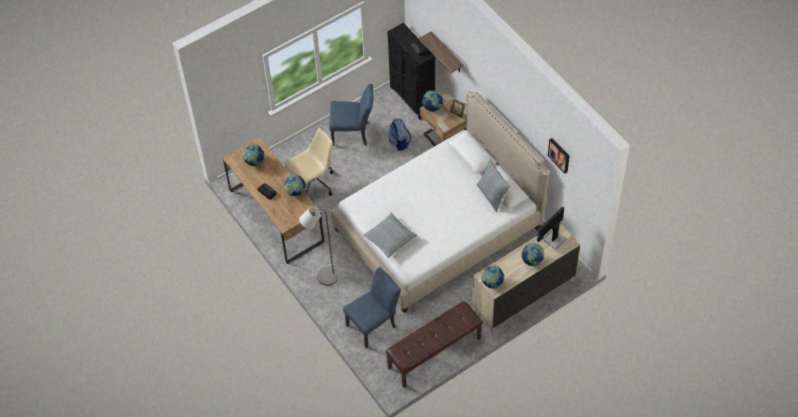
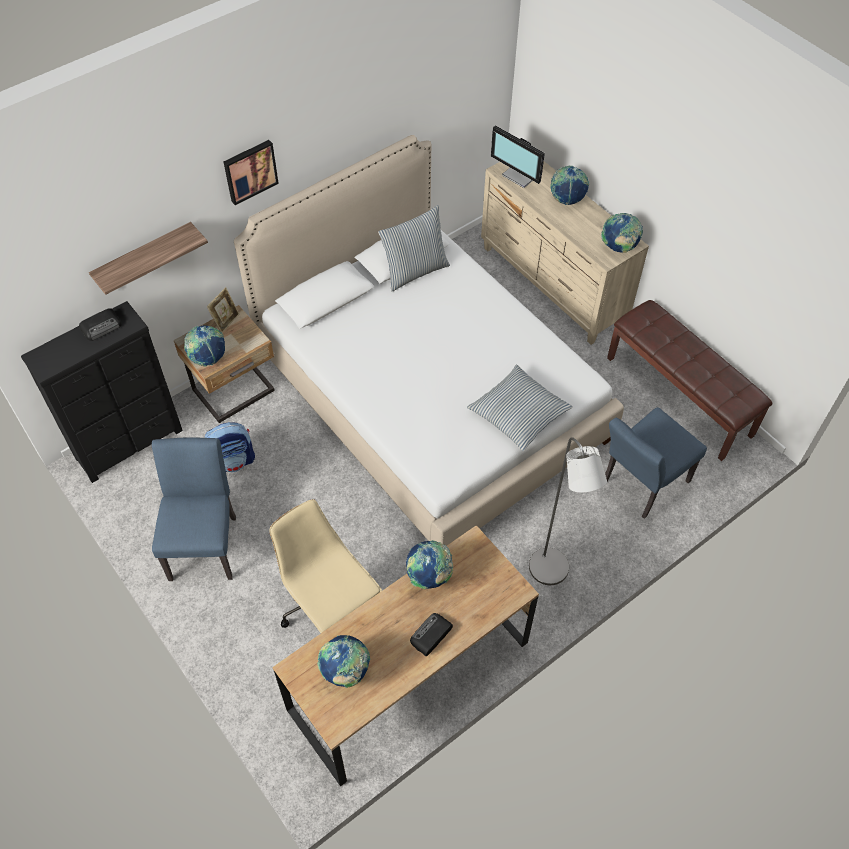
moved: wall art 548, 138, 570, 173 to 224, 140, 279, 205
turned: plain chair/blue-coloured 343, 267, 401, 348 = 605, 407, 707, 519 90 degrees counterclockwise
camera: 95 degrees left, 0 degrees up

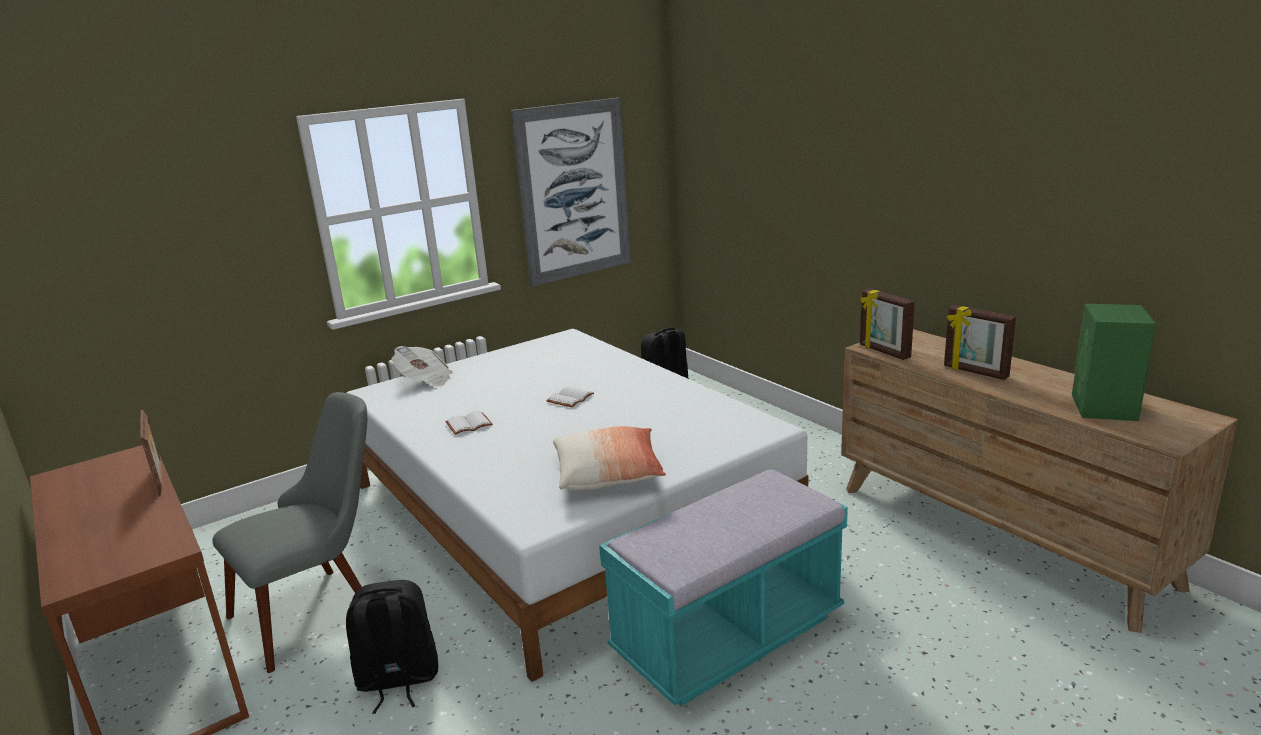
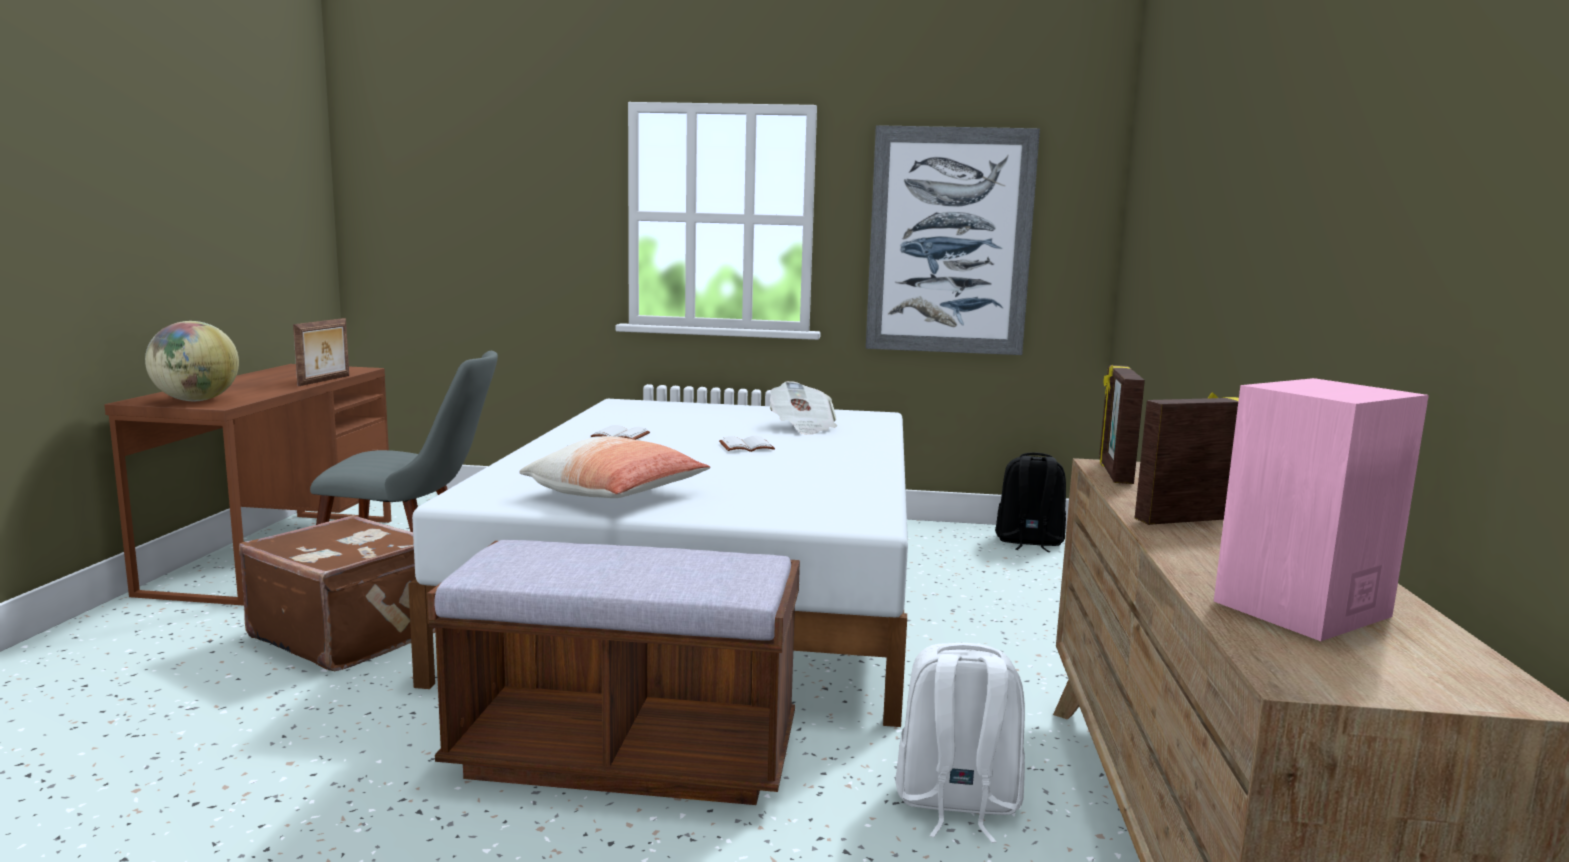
added: globe 145, 321, 239, 401; rucksack/whitish 895, 643, 1025, 843
moved: newspaper 391, 346, 453, 387 to 770, 381, 837, 435
replaced: rucksack/black-coloured 346, 580, 438, 714 to travel case/brown 239, 515, 435, 671
recoloured: speaker/greenish 1072, 304, 1156, 421 to speaker/pink 1214, 378, 1429, 641; bench/turquoise-coloured 599, 469, 848, 706 to bench/brown 427, 540, 800, 805
turned: photo frame 944, 305, 1016, 380 = 1135, 392, 1239, 525 75 degrees clockwise
camera: 40 degrees right, 10 degrees down

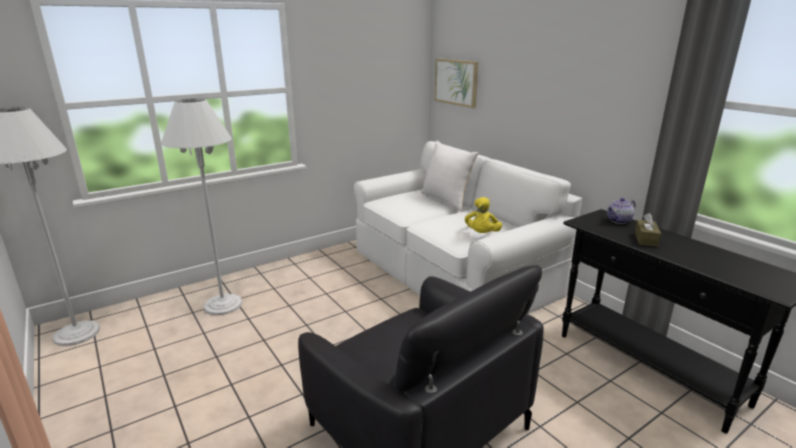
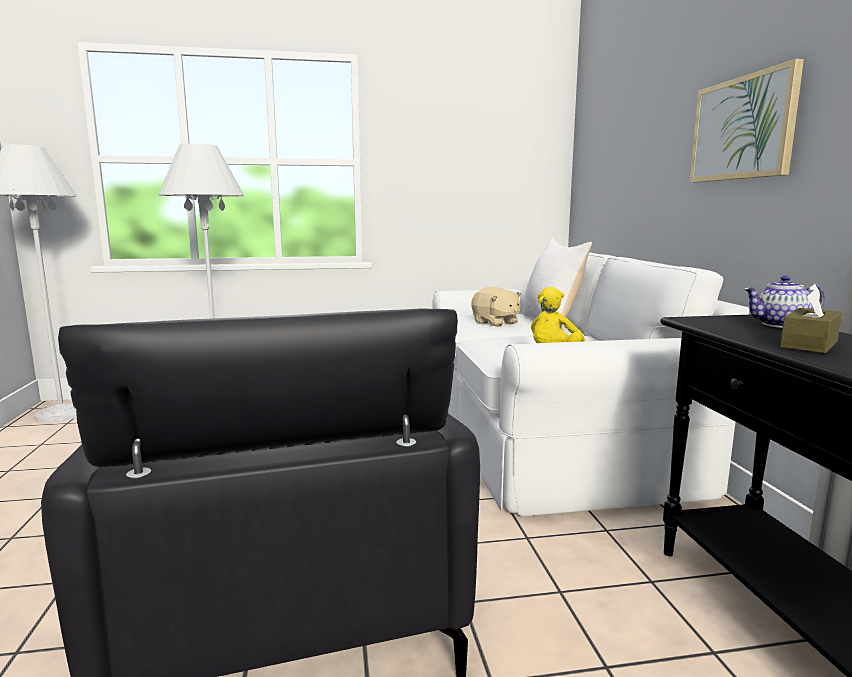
added: cuddly toy/sand-coloured 471, 287, 521, 327
moved: wall art 435, 58, 479, 108 to 690, 59, 804, 183
camera: 25 degrees right, 10 degrees down

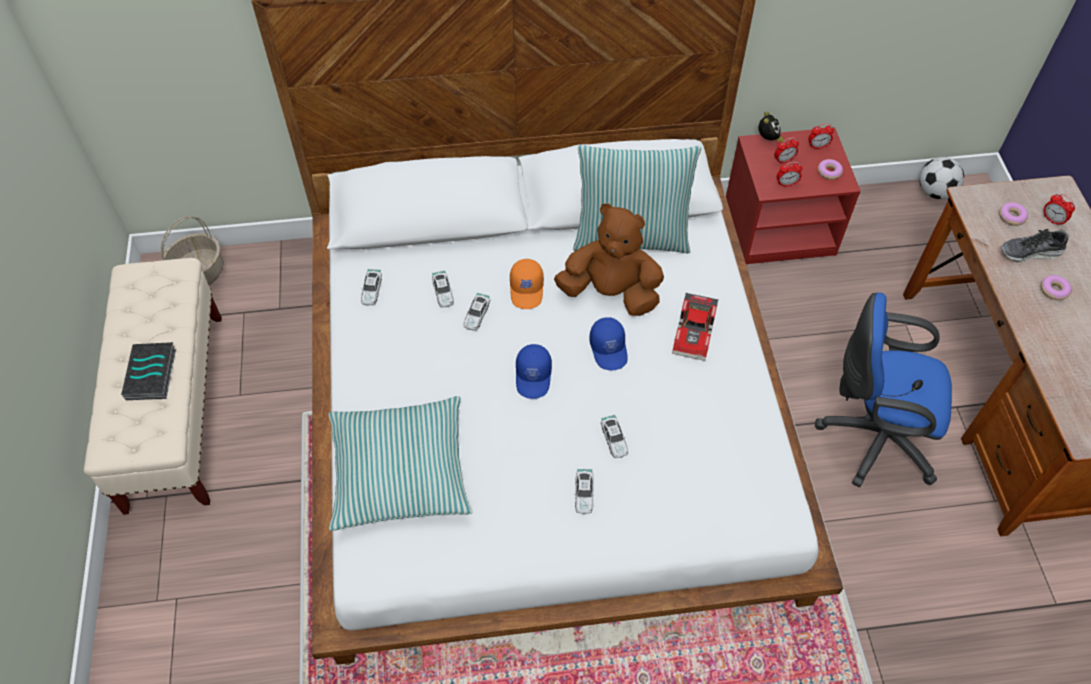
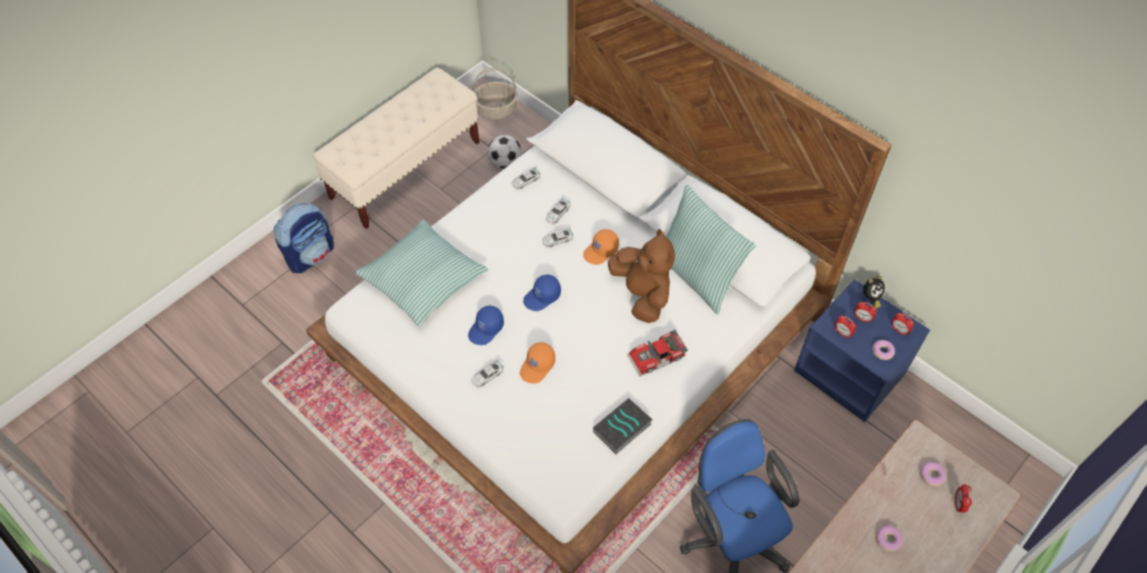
removed: low shoe 1001, 229, 1069, 262
added: rucksack 274, 204, 334, 273
moved: ball for football 919, 157, 964, 199 to 488, 135, 521, 169; peaked cap/blue-coloured 589, 317, 627, 370 to 468, 306, 504, 345; book 121, 342, 176, 400 to 593, 398, 653, 454
replaced: toy car 601, 415, 628, 458 to peaked cap/orange-coloured 520, 342, 555, 384
recoloured: nightstand/reddish 726, 128, 861, 265 to nightstand/blue-coloured 794, 279, 930, 422
camera: 50 degrees right, 0 degrees up

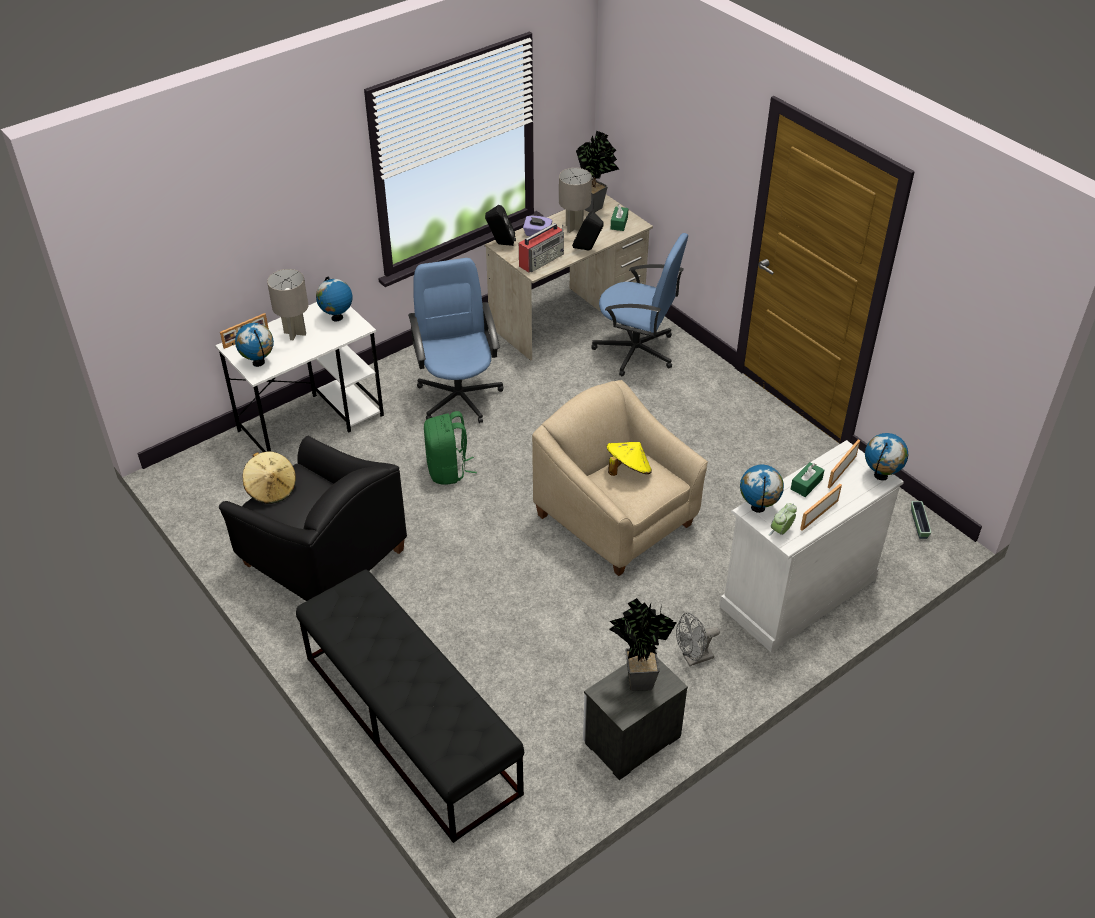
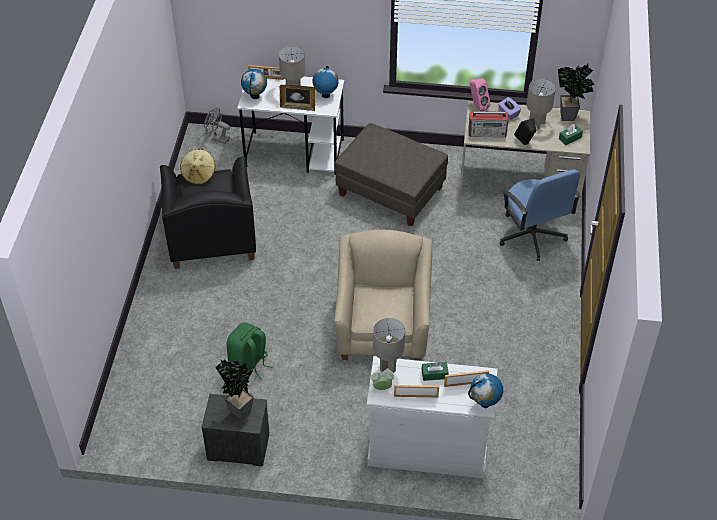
removed: hat/yellowish 606, 442, 652, 476; flower pot 911, 501, 931, 539; bench/black-coloured 296, 569, 524, 843
added: photo frame 279, 85, 315, 111
moved: rucksack/greenish 424, 411, 477, 485 to 226, 322, 273, 380; cooling fan/grey 676, 613, 720, 666 to 204, 108, 230, 144
replaced: computer chair/blue-coloured 408, 258, 504, 423 to pouffe/grey 335, 123, 448, 227; globe 740, 465, 784, 513 to tabletop lamp/grey 373, 318, 405, 373
recoloured: speaker/black-coloured 485, 205, 516, 246 to speaker/pink 470, 78, 491, 111
camera: 45 degrees right, 5 degrees up

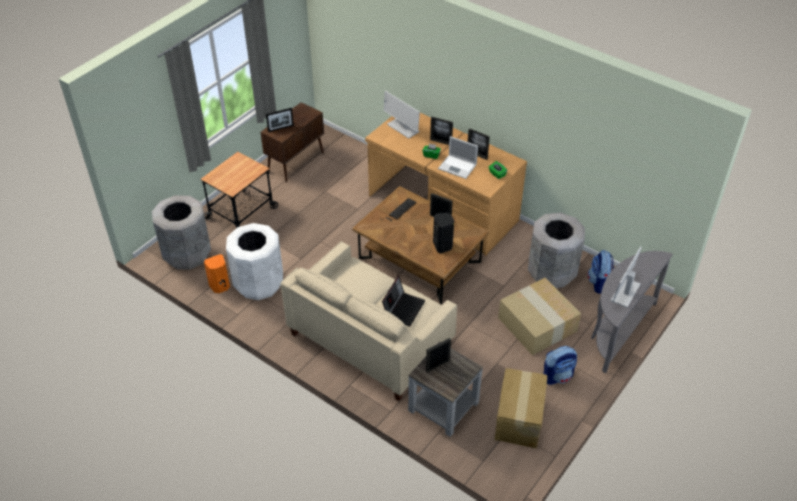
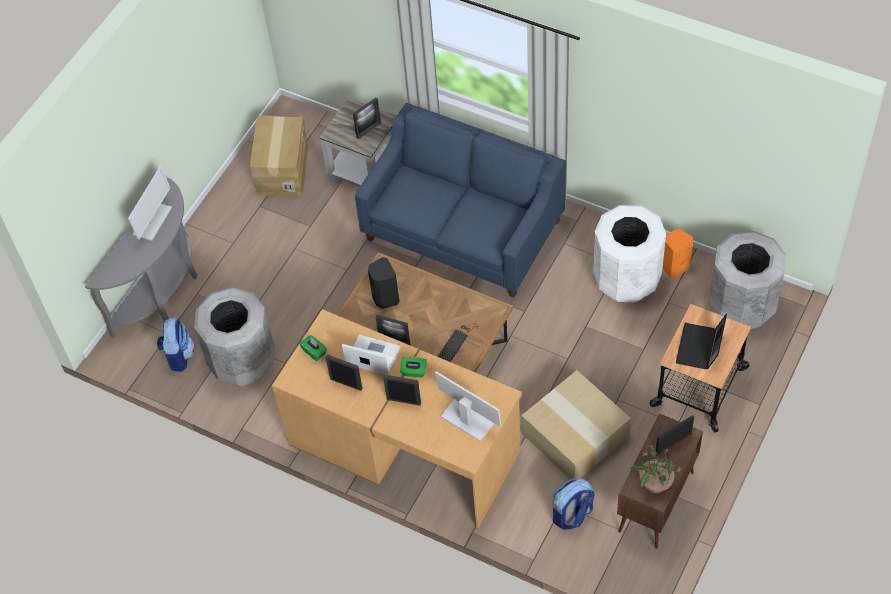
added: houseplant 630, 445, 683, 493
moved: notebook computer 382, 276, 425, 327 to 676, 314, 727, 369; cardboard box 498, 278, 581, 355 to 521, 370, 631, 480; rucksack 543, 346, 577, 385 to 553, 478, 594, 530
recoloured: settee/sand-coloured 280, 241, 457, 401 to settee/blue-coloured 355, 103, 566, 298
camera: 175 degrees right, 10 degrees up

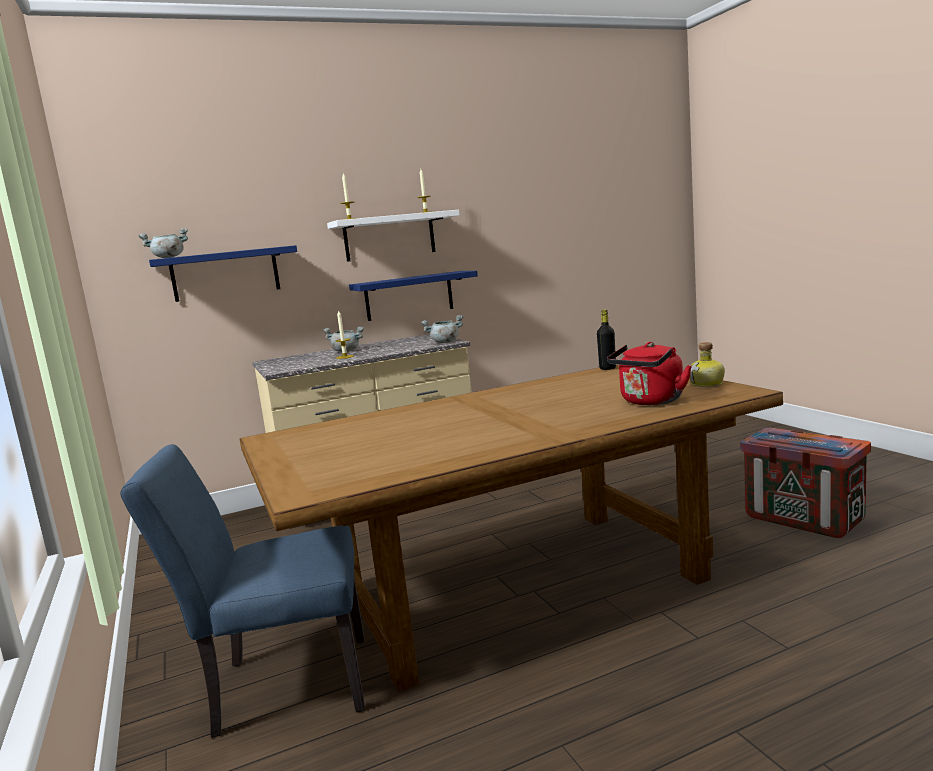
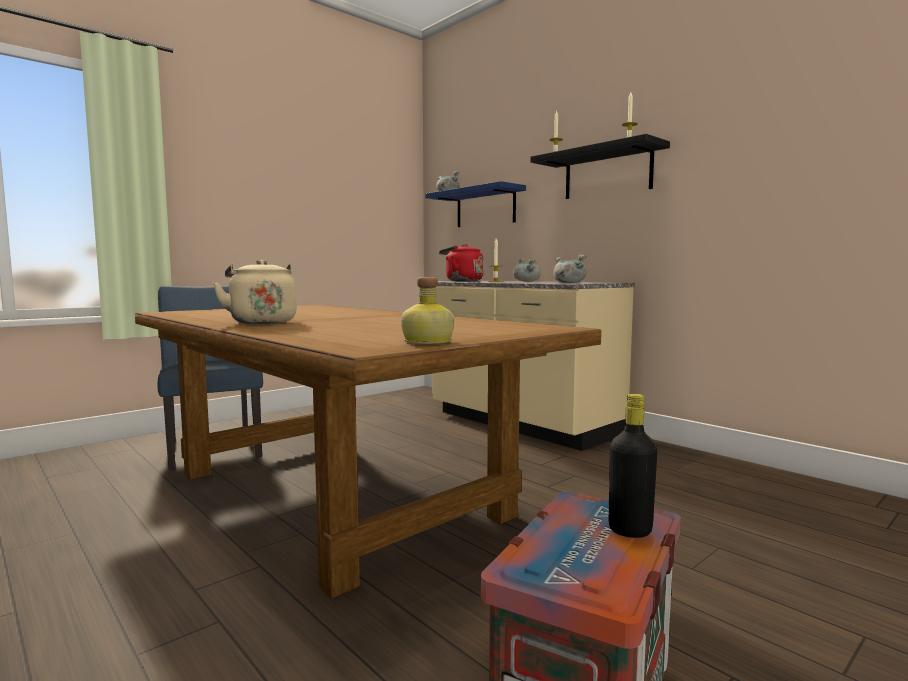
removed: shelf/blue-coloured 349, 271, 478, 321
added: water kettle/sand-coloured 213, 260, 297, 324
moved: drink bottle/black-coloured 597, 309, 616, 370 to 609, 394, 658, 538; water kettle/reddish 607, 342, 692, 405 to 439, 244, 484, 281
recoloured: shelf/whitish 327, 210, 459, 262 to shelf/black-coloured 530, 134, 670, 199
camera: 70 degrees right, 5 degrees down

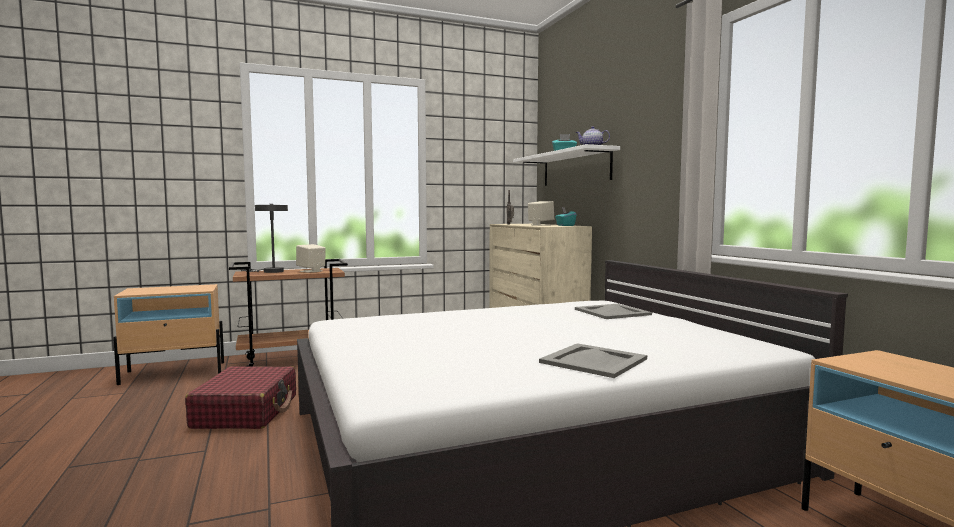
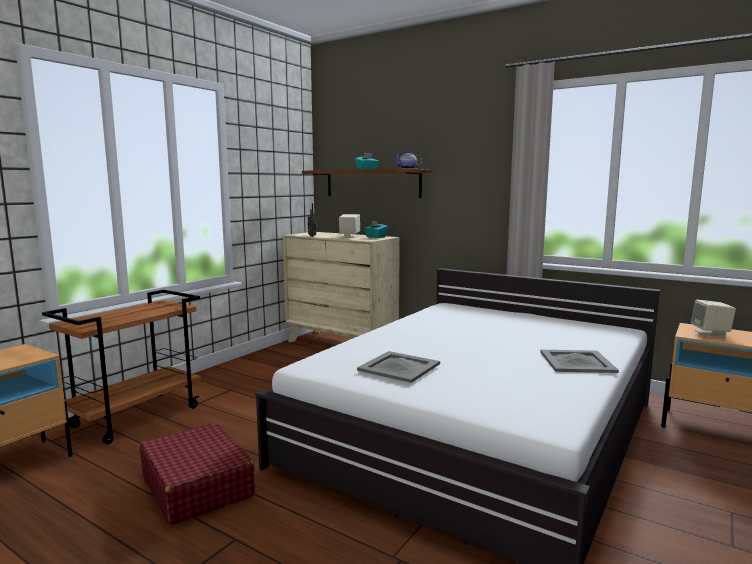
removed: tabletop lamp/grey 240, 204, 288, 273
moved: speaker/sand-coloured 296, 244, 326, 273 to 691, 300, 736, 337; carrying tray/grey 575, 304, 652, 319 to 357, 351, 440, 383
recoloured: shelf/whitish 513, 144, 620, 186 to shelf/brown 302, 169, 431, 198
camera: 35 degrees left, 5 degrees up

